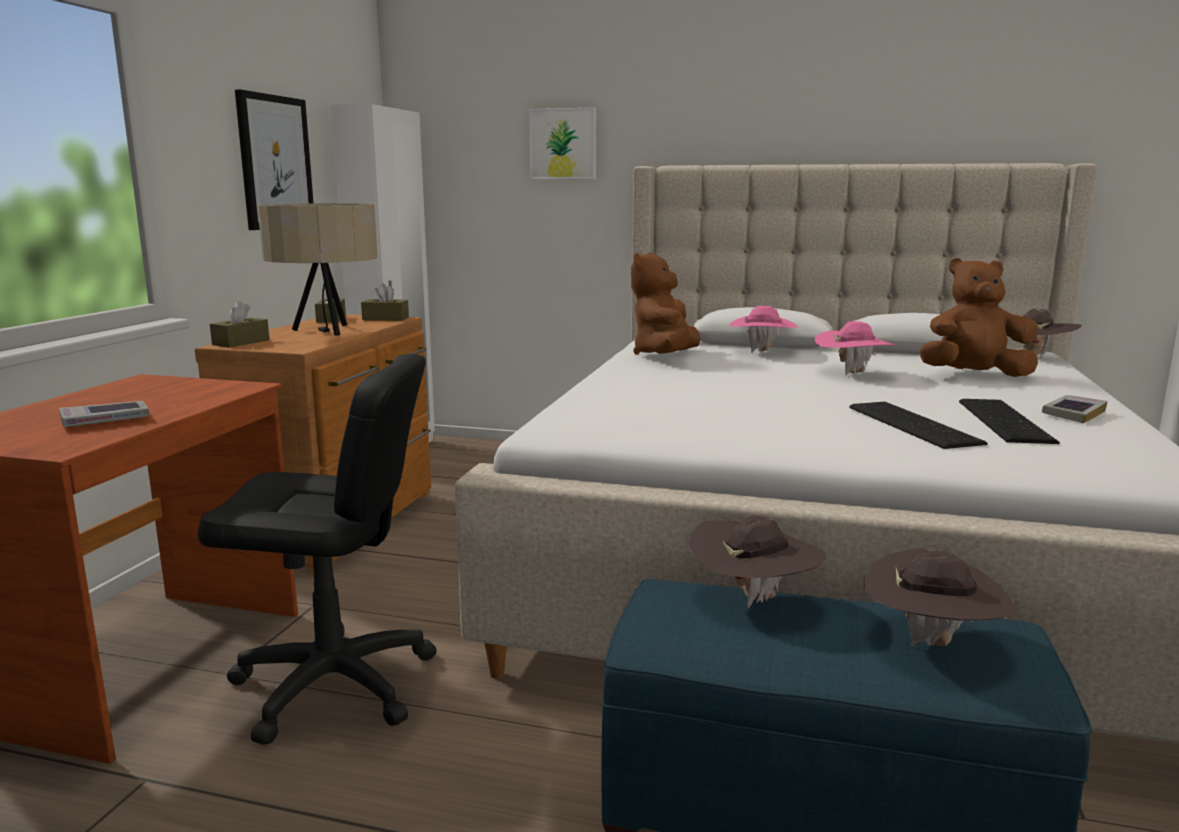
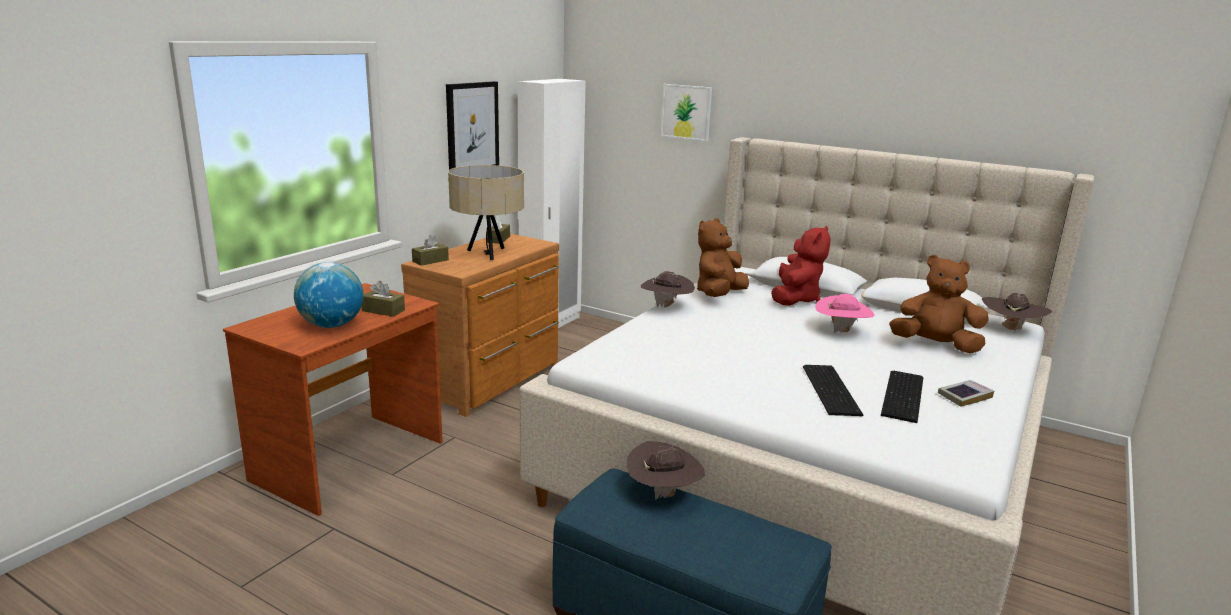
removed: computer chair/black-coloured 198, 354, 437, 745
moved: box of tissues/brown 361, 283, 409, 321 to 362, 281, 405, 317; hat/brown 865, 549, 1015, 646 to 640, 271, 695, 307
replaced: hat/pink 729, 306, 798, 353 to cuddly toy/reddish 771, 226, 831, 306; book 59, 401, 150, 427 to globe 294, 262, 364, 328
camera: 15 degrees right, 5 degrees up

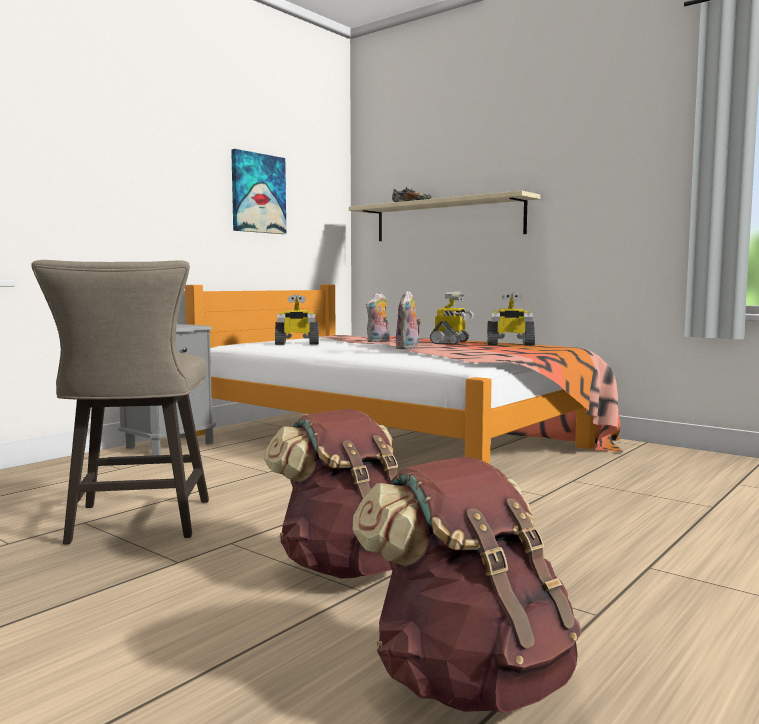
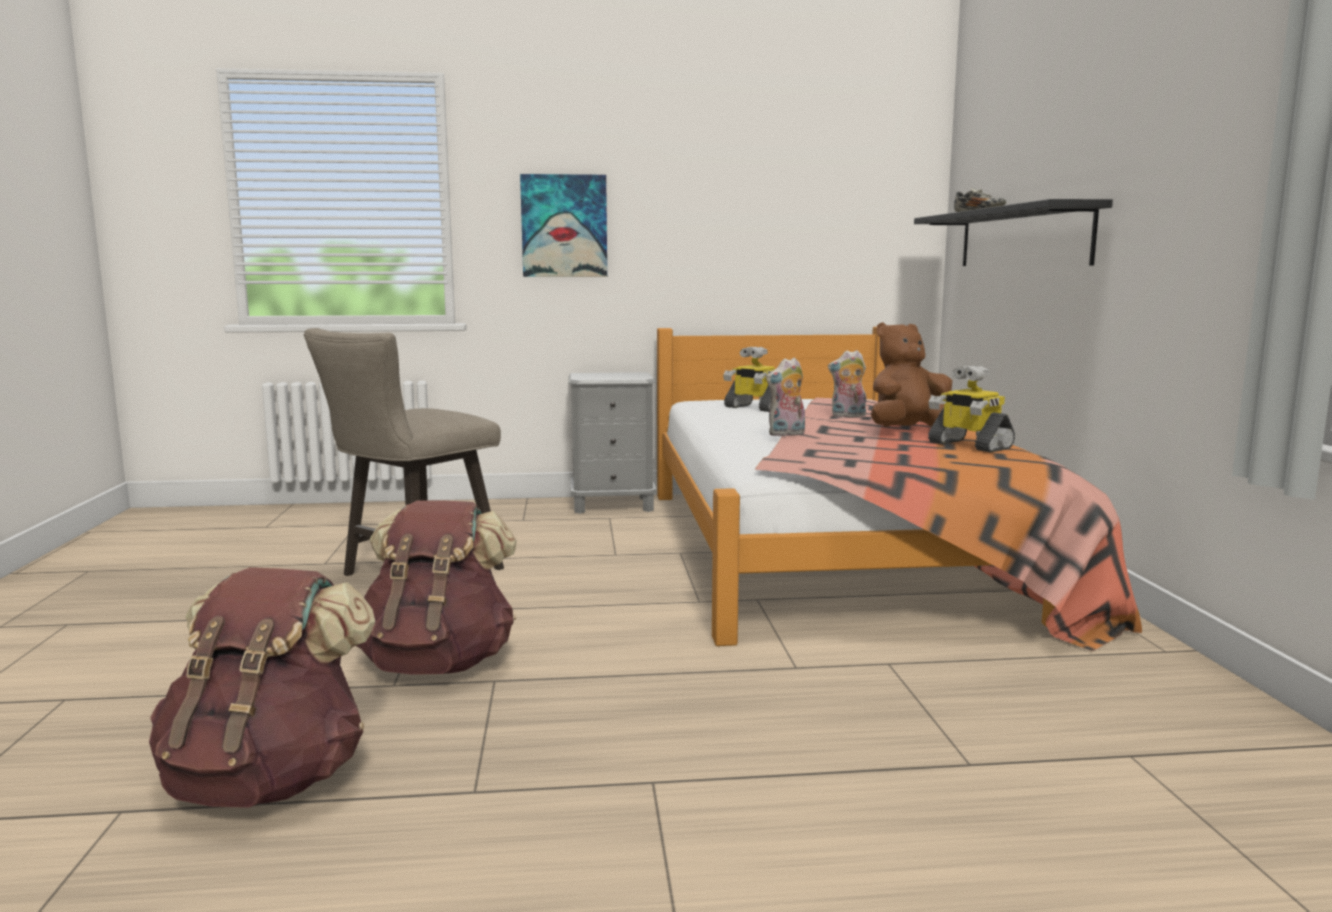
moved: wall art 231, 149, 286, 234 to 520, 174, 607, 277
replaced: robot figure 430, 291, 474, 345 to cuddly toy/brown 871, 322, 952, 427
recoloured: shelf/sand-coloured 349, 191, 540, 241 to shelf/black-coloured 914, 199, 1113, 266
camera: 45 degrees right, 5 degrees up

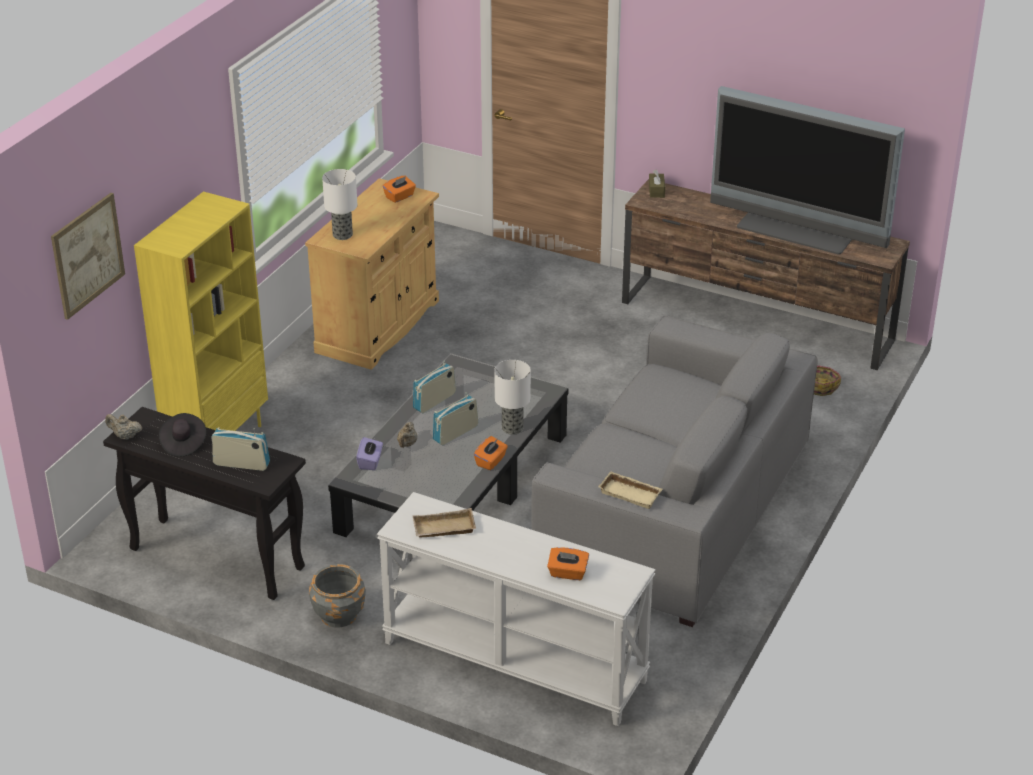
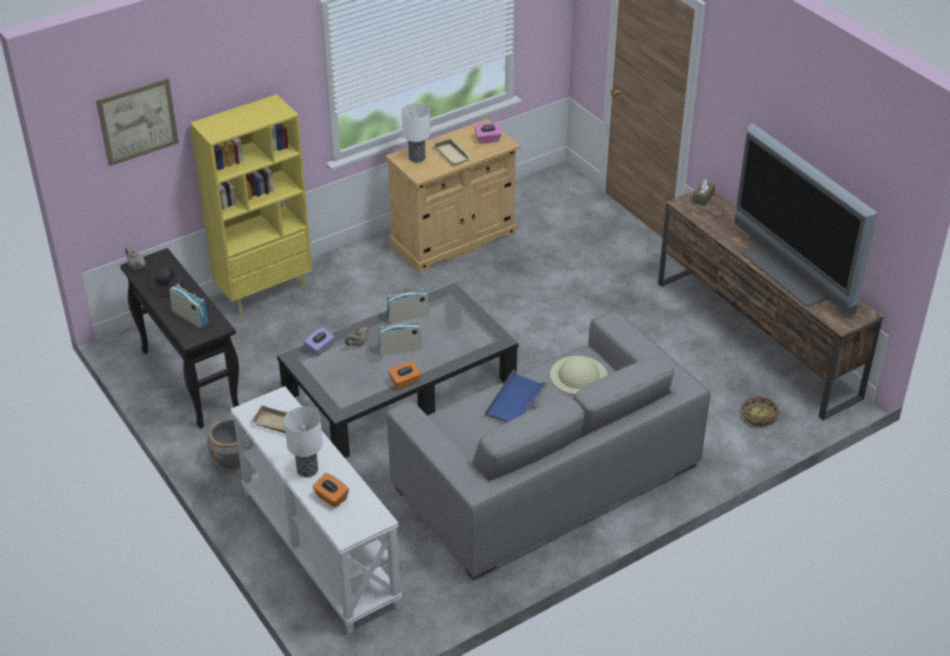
added: hat/sand-coloured 550, 356, 608, 395; carrying tray/blue-coloured 485, 369, 549, 423
moved: tabletop lamp 494, 360, 531, 435 to 284, 407, 323, 477; carrying tray/sand-coloured 598, 471, 663, 509 to 433, 138, 472, 167
recoloured: box of tissues/orange-coloured 383, 176, 416, 203 to box of tissues/pink 474, 122, 502, 144
camera: 30 degrees right, 5 degrees up

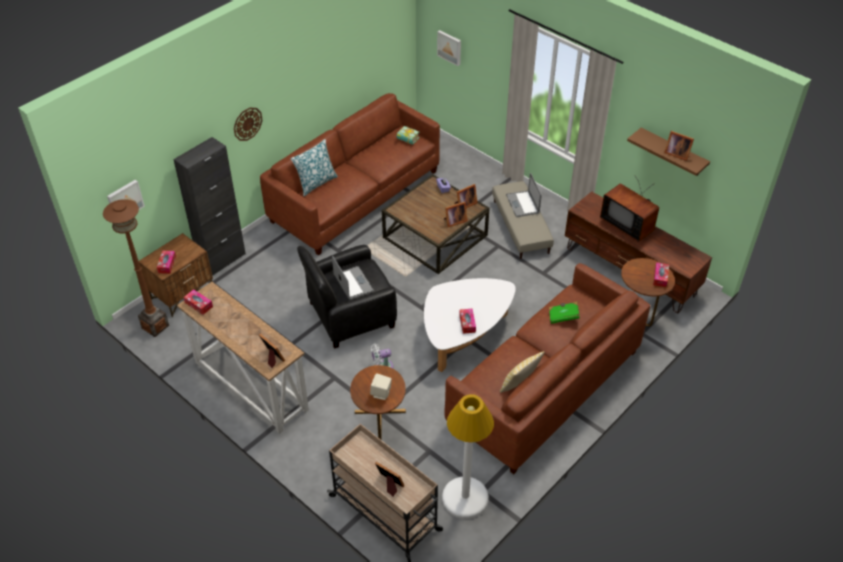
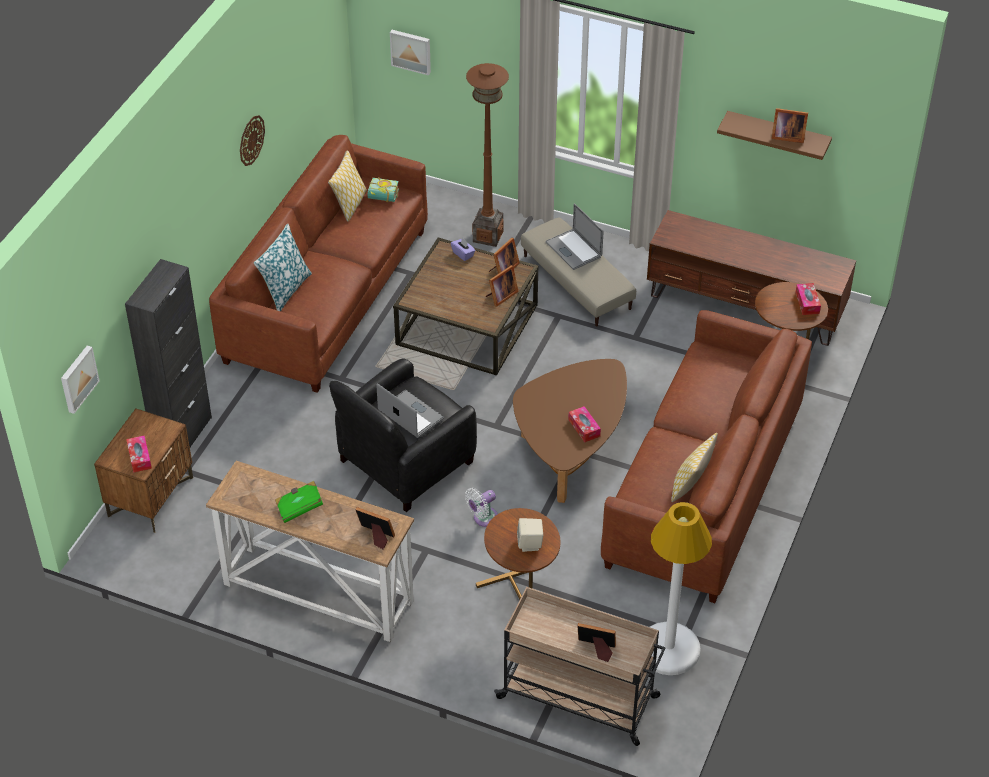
removed: television 600, 176, 659, 242; box of tissues 184, 289, 213, 315
added: throw pillow 328, 151, 367, 222
moved: hanging clock 234, 108, 262, 141 to 240, 115, 265, 166; floor lamp/brown 103, 199, 169, 337 to 466, 63, 509, 247; book/greenish 549, 302, 580, 324 to 275, 481, 323, 523
recoloured: coffee table/whitish 424, 278, 516, 372 to coffee table/brown 513, 359, 627, 503
camera: 20 degrees left, 0 degrees up

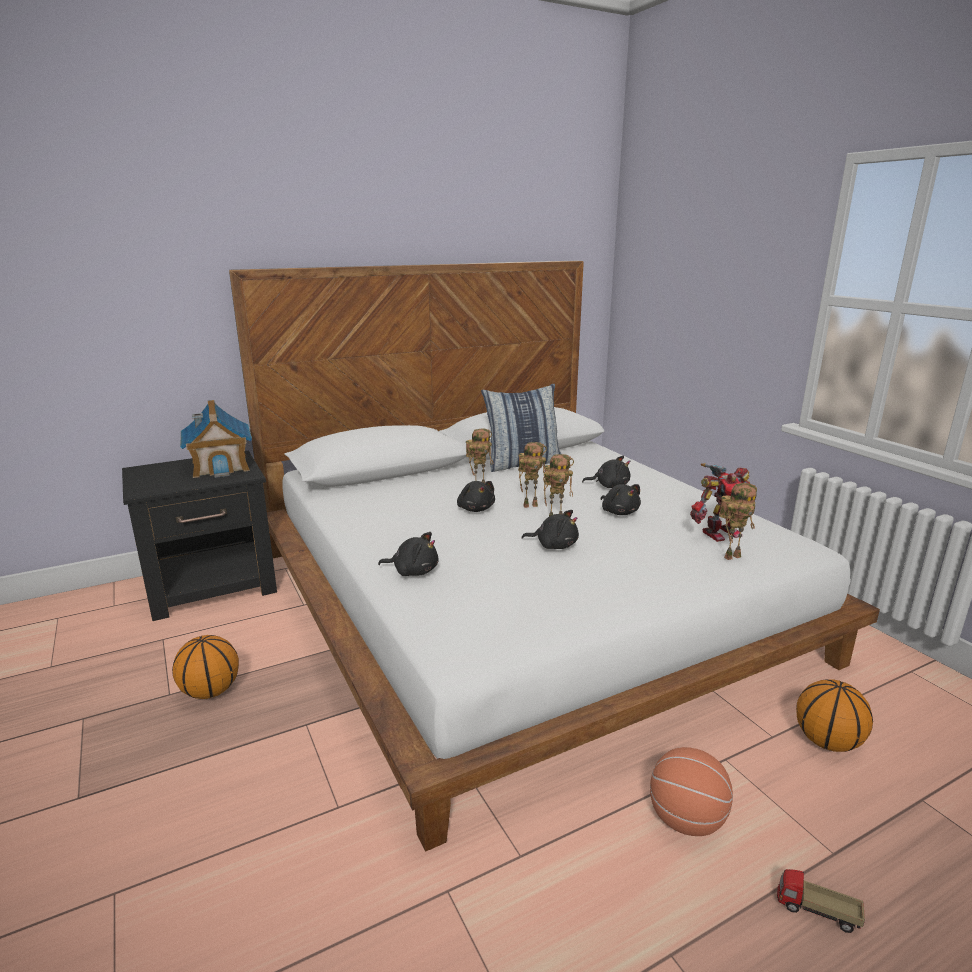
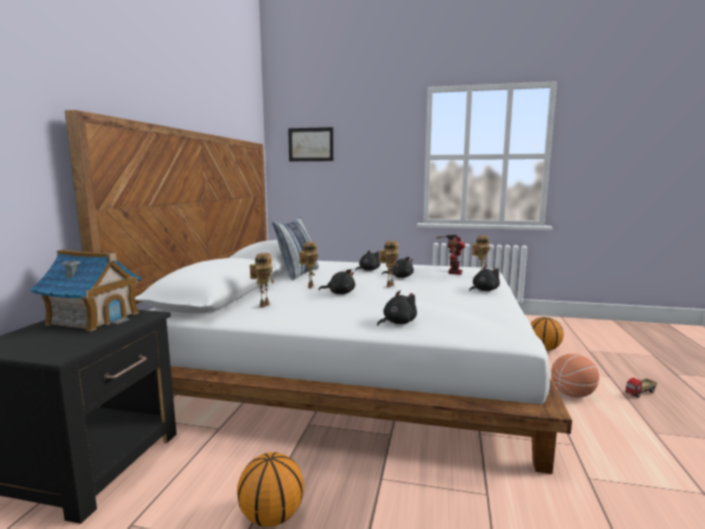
added: wall art 288, 127, 333, 161
moved: robot figure 518, 442, 547, 508 to 249, 253, 274, 308; cuddly toy/black-coloured 522, 510, 579, 549 to 469, 266, 500, 291
camera: 50 degrees left, 10 degrees down

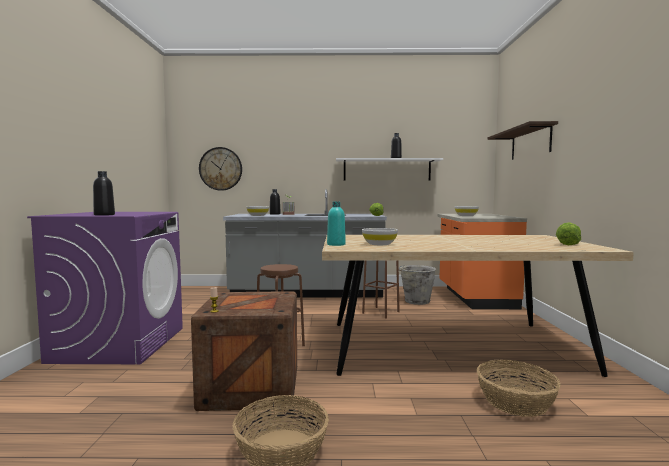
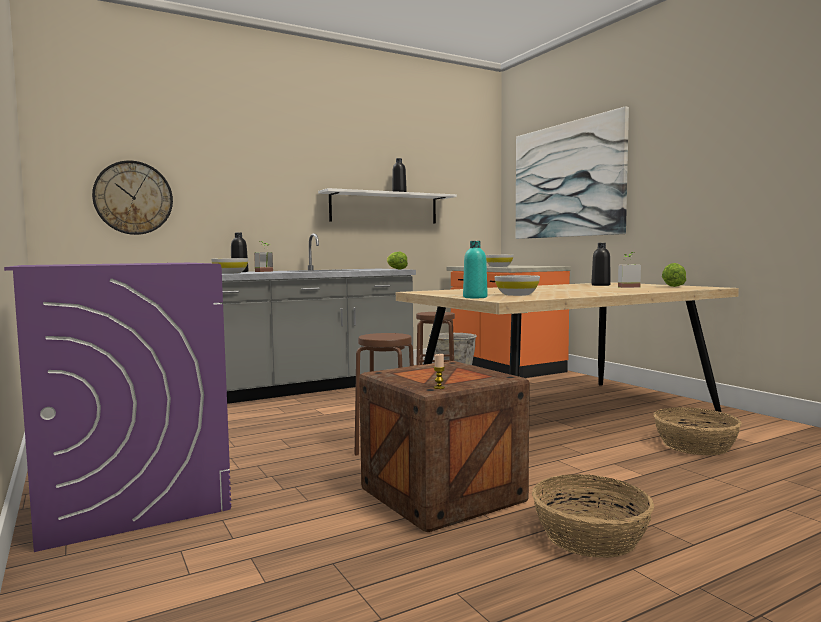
added: houseplant 618, 252, 641, 288
moved: drink bottle/black-coloured 93, 171, 115, 216 to 591, 243, 611, 286
replaced: shelf 487, 121, 558, 160 to wall art 516, 106, 629, 239
camera: 30 degrees left, 0 degrees up

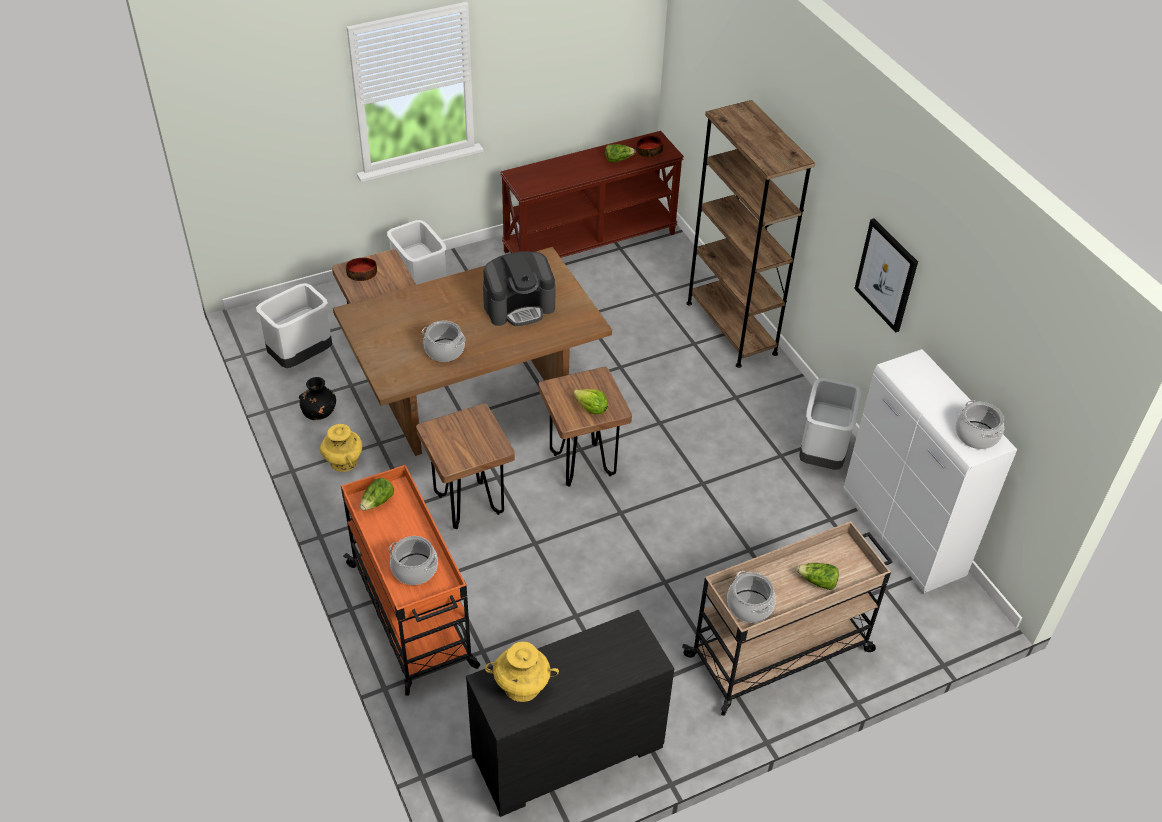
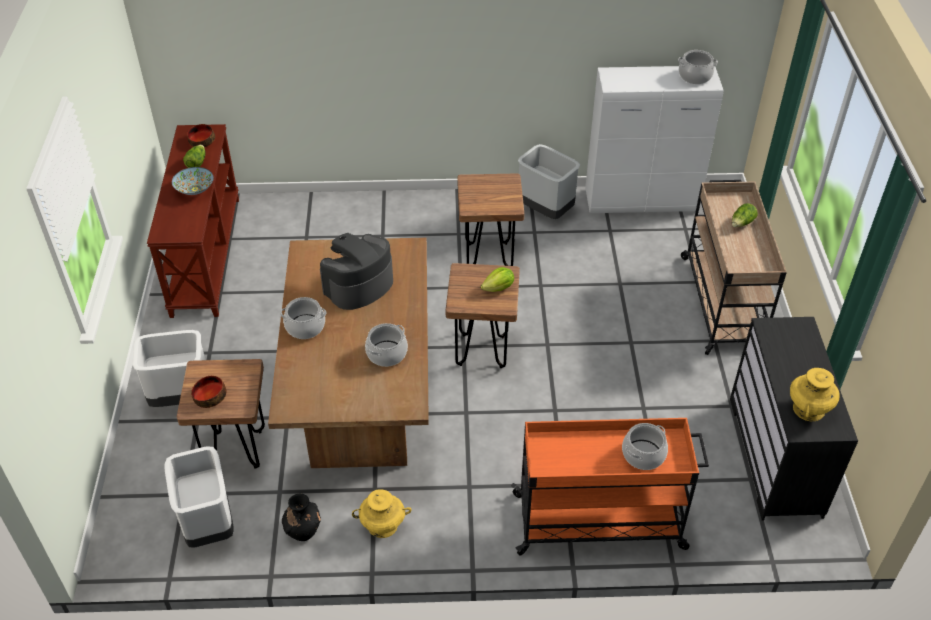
removed: bookcase/brown 686, 100, 815, 368; wall art 854, 218, 918, 333; lettuce 360, 478, 394, 511
added: serving bowl 172, 167, 214, 195
moved: stool/brown 416, 403, 515, 529 to 457, 173, 524, 266; cooking pot 727, 571, 776, 623 to 280, 297, 327, 339
turned: coffee machine 483, 251, 556, 326 = 320, 233, 393, 310 135 degrees counterclockwise
camera: 65 degrees left, 0 degrees up

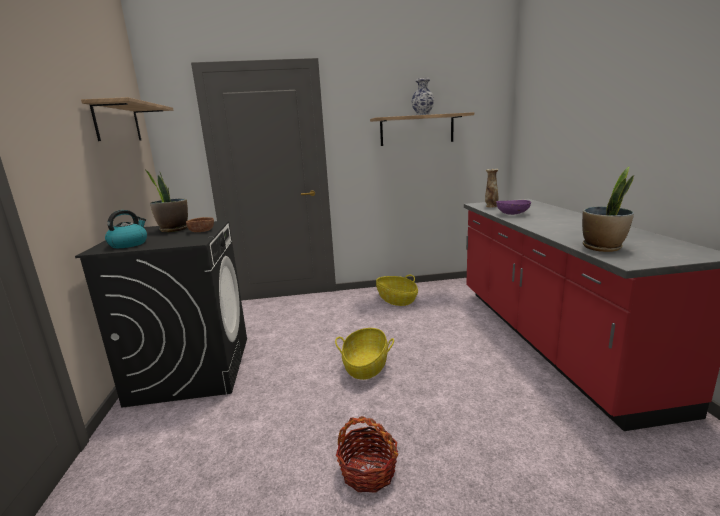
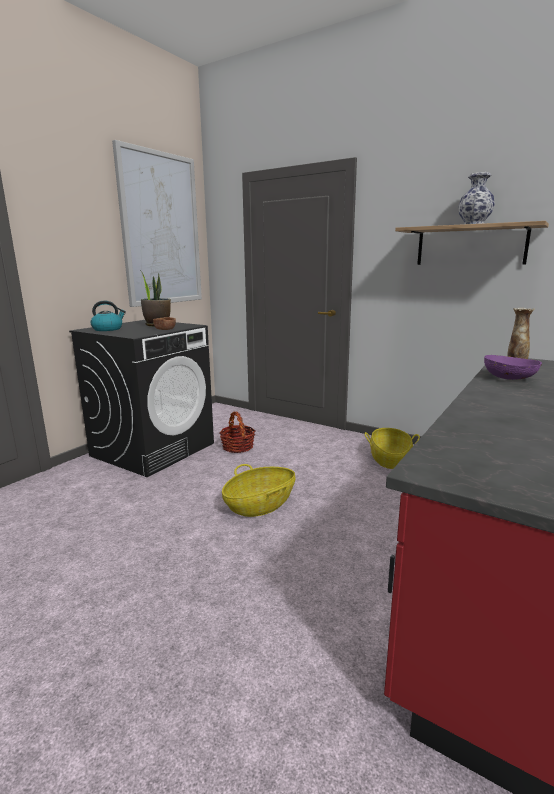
removed: houseplant 582, 166, 634, 252
moved: household basket 336, 416, 398, 493 to 219, 412, 255, 453
replaced: shelf 81, 97, 173, 141 to wall art 112, 140, 202, 307
camera: 40 degrees right, 0 degrees up

